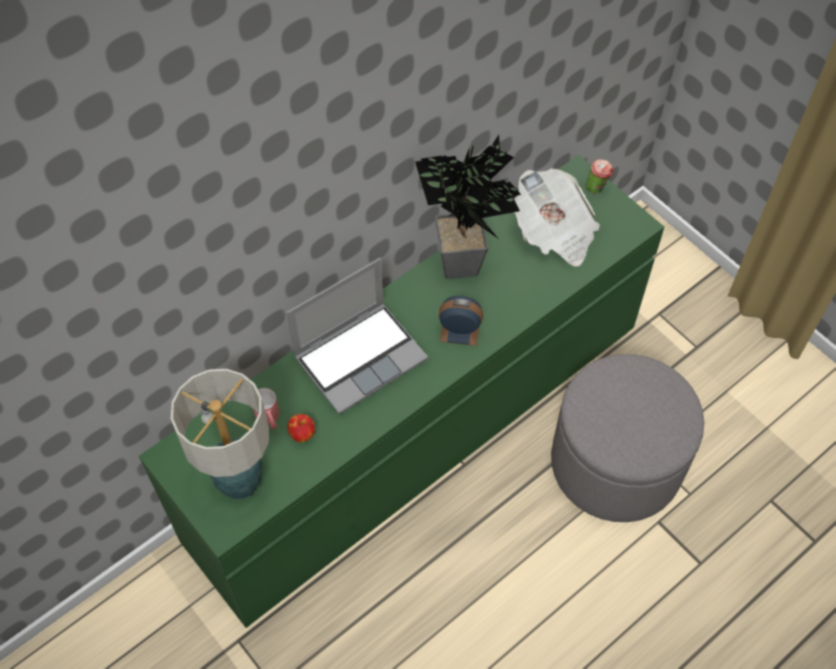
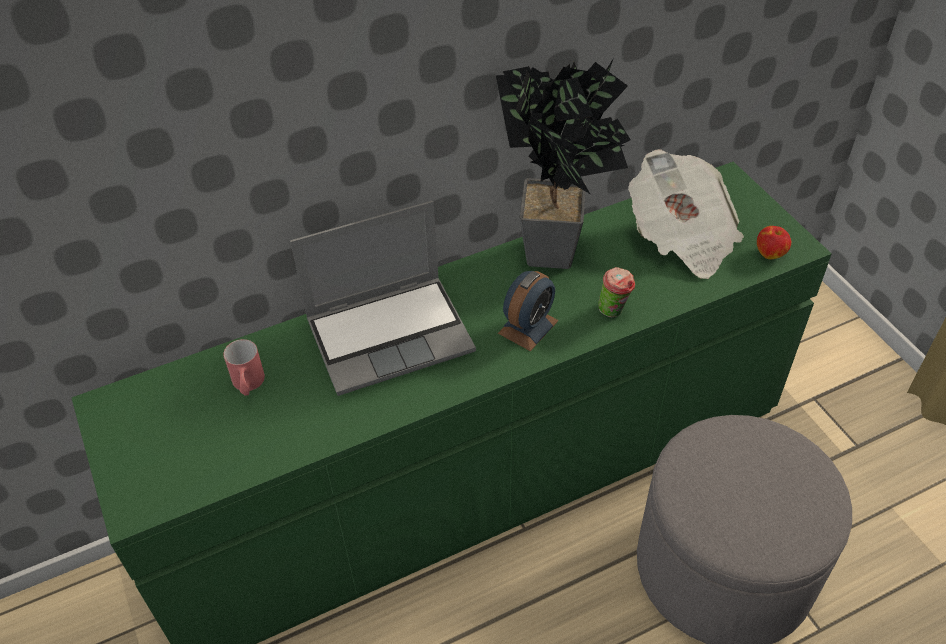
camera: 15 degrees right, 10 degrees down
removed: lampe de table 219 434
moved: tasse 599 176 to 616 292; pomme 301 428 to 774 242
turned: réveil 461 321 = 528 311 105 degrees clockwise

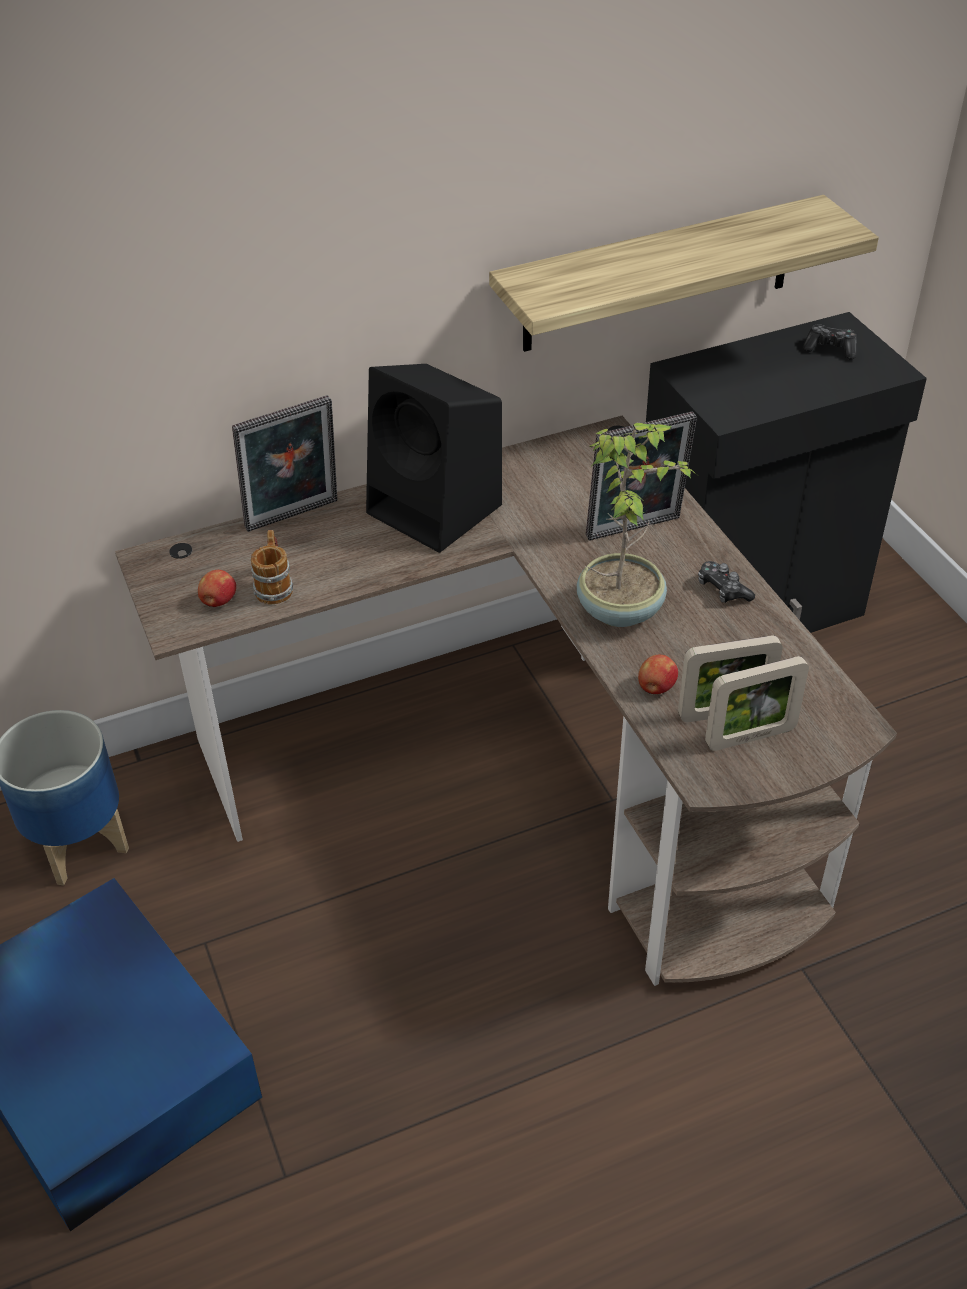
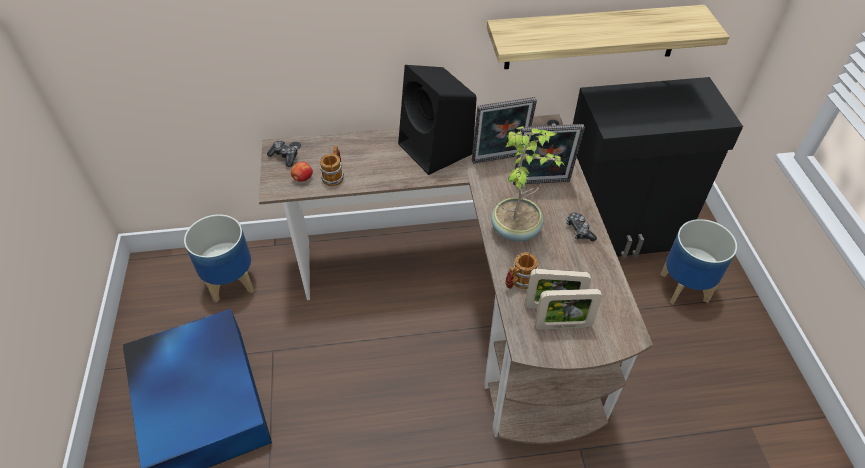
camera: 15 degrees right, 5 degrees up
added: cache-pot 698 261
moved: manette 829 342 to 282 154; cadre photo 284 463 to 504 130
replaced: pomme 658 674 to mug 521 270

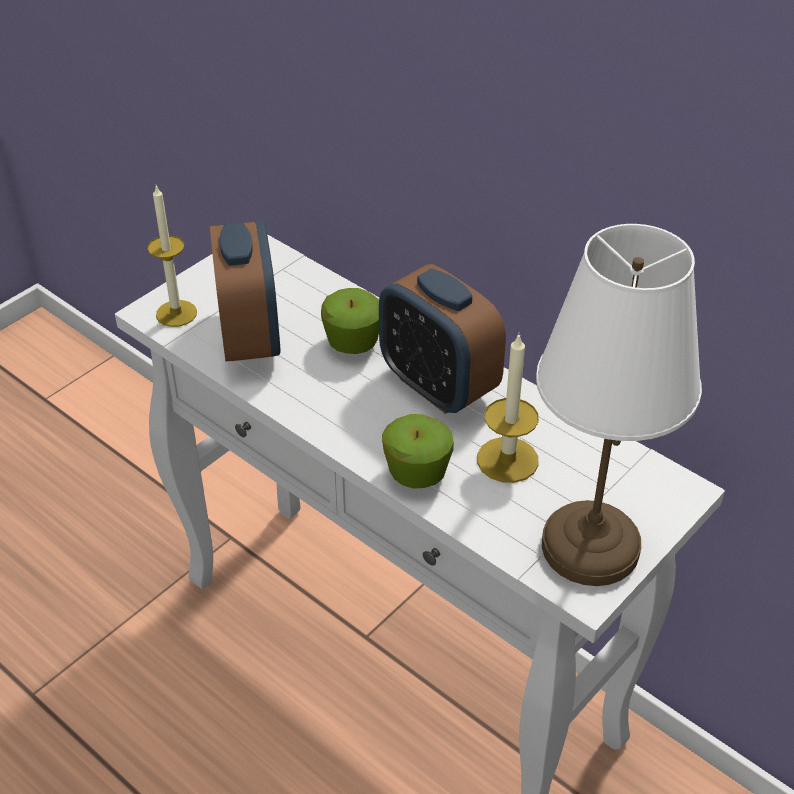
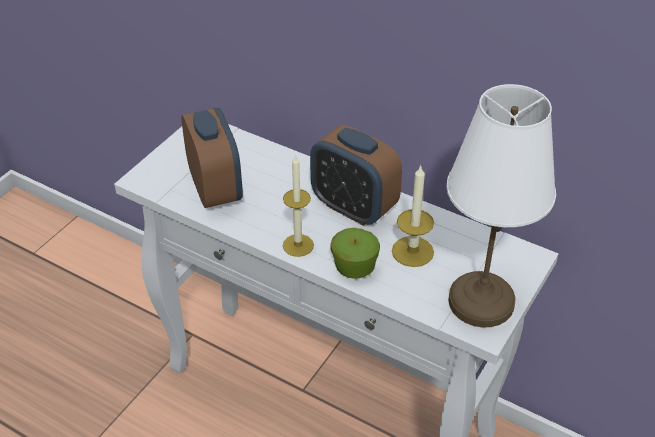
camera: 10 degrees left, 0 degrees up
removed: pomme 350 321
moved: bougie 172 256 to 298 206

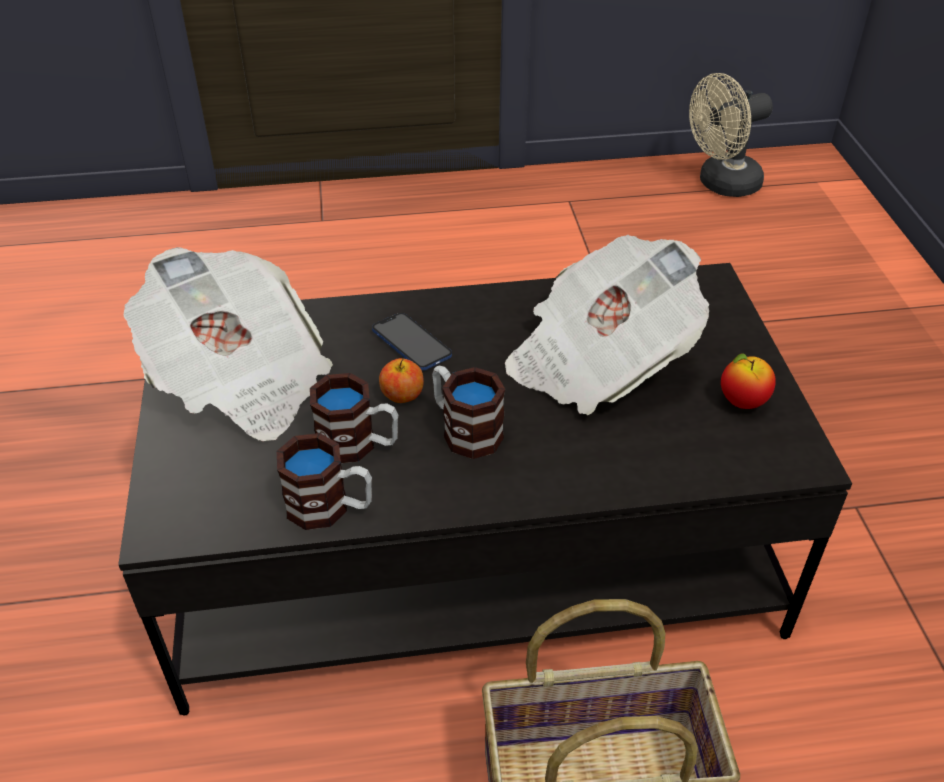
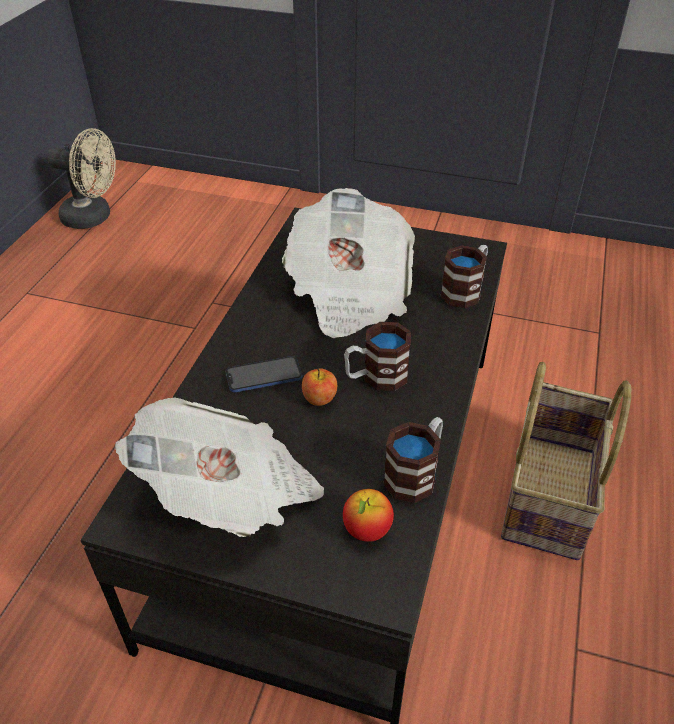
camera: 65 degrees left, 0 degrees up
moved: pomme 748 381 to 368 515; mug 354 418 to 464 276
turned: ventilateur (beige) 731 135 = 81 178 75 degrees counterclockwise

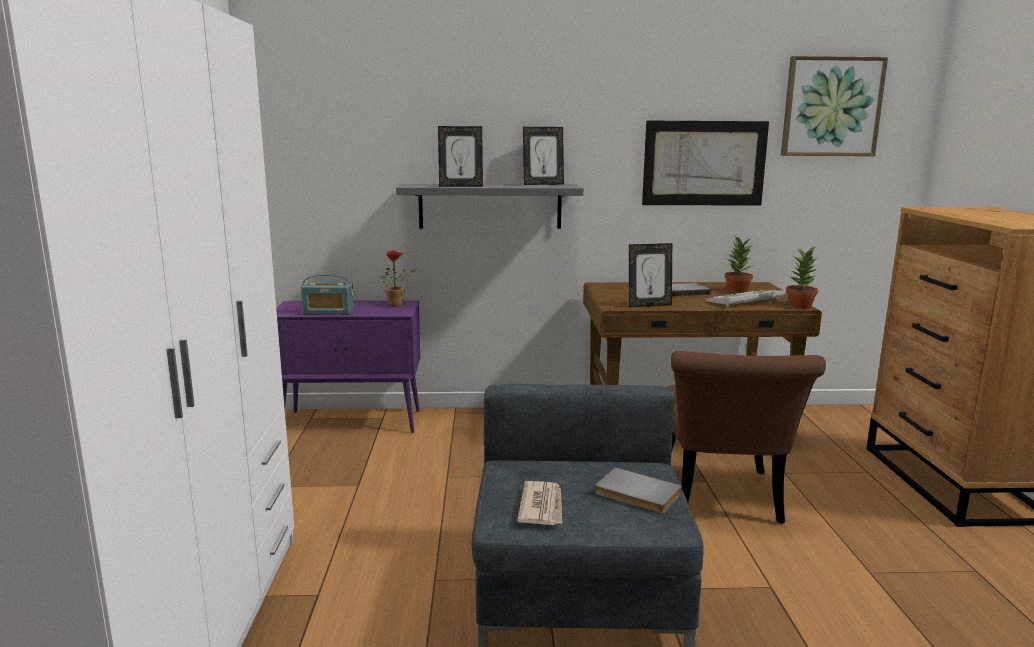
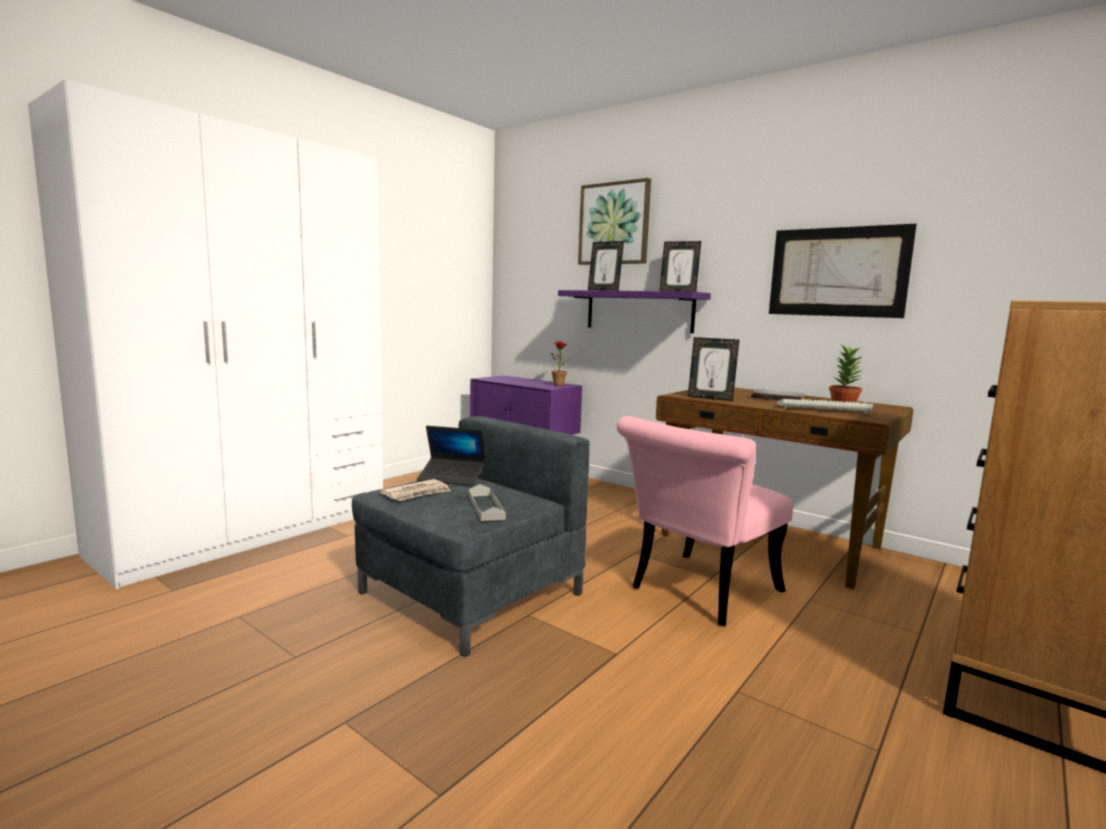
camera: 40 degrees right, 5 degrees down
removed: radio 327 294; plante en pot 802 276
added: ordinateur portable 451 456
moved: tableau 834 106 to 614 221
replaced: livre (gris) 638 490 to plateau (gris) 487 502
recoloured: étagère (gris) 490 206 to étagère (violet) 634 311; chaise (marron) 746 437 to chaise (rose) 704 521

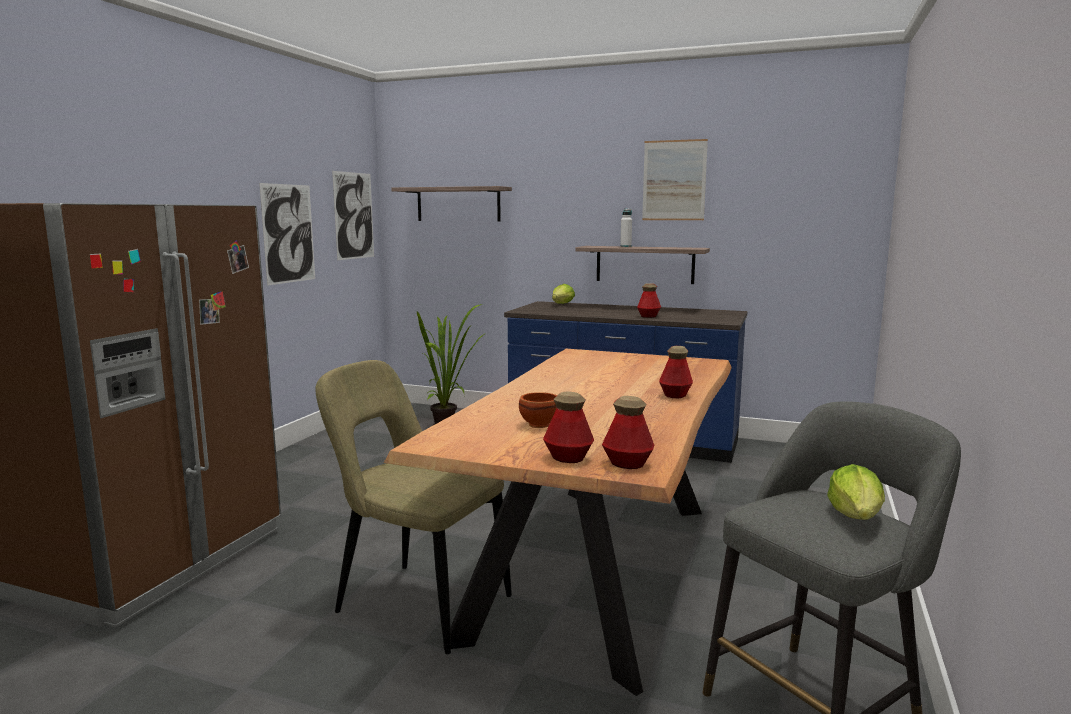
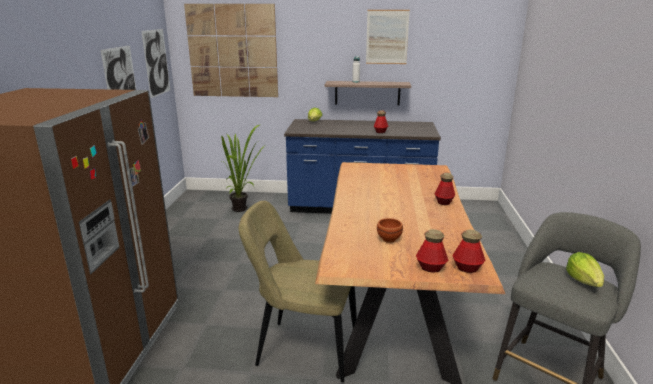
camera: 15 degrees left, 10 degrees up
replaced: étagère 451 203 to tableau 231 50

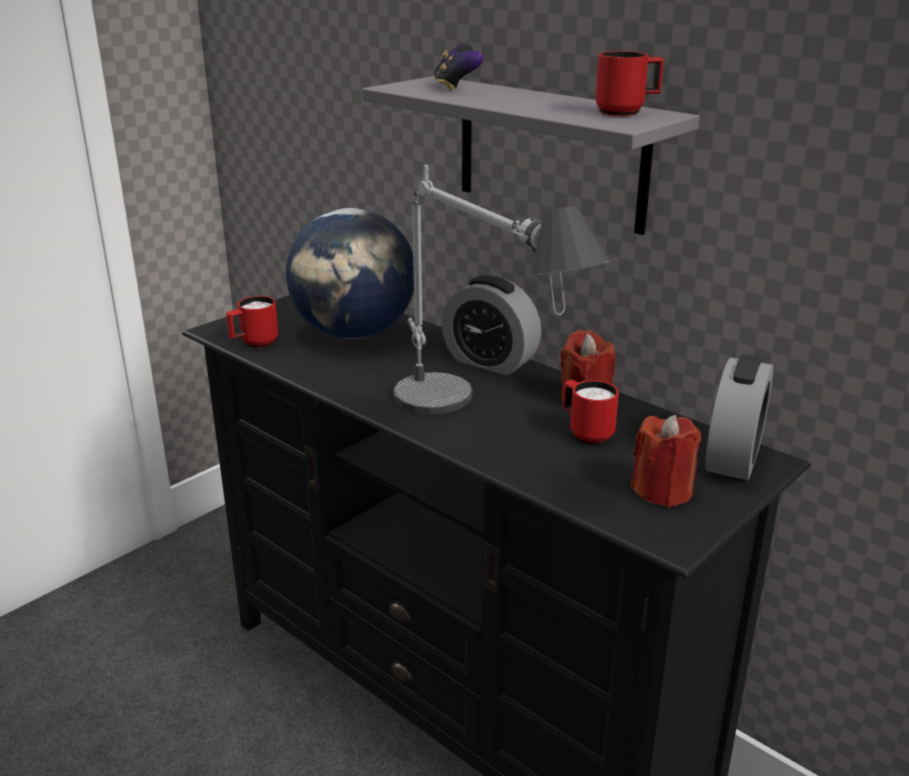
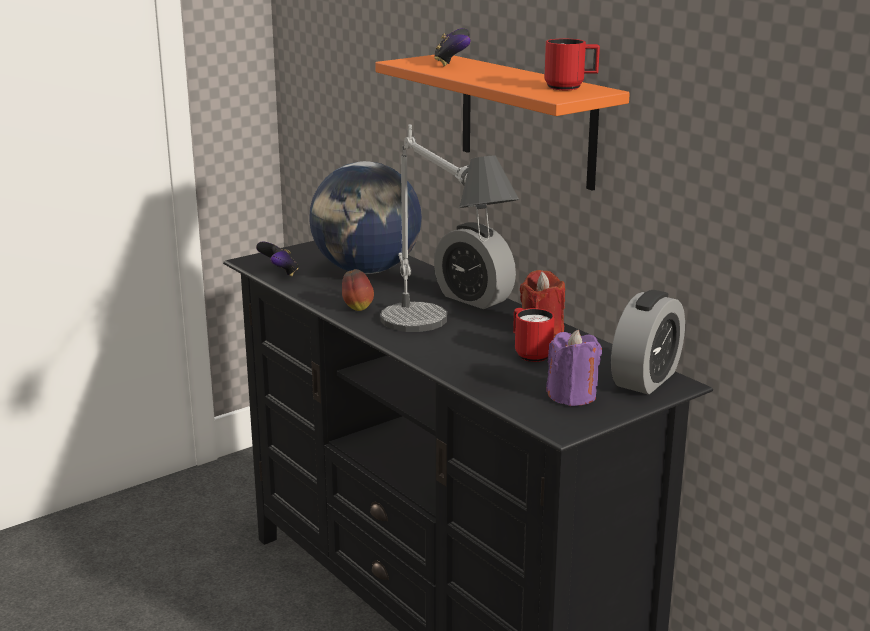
camera: 10 degrees right, 5 degrees down
added: pomme 358 290
replaced: mug (rouge) 252 322 to manette 277 259
recoloured: étagère (gris) 531 155 to étagère (orange) 502 123; bougie (rouge) 666 461 to bougie (violet) 574 368

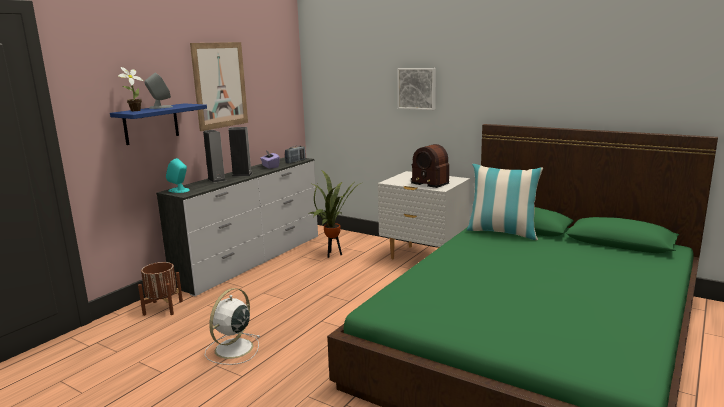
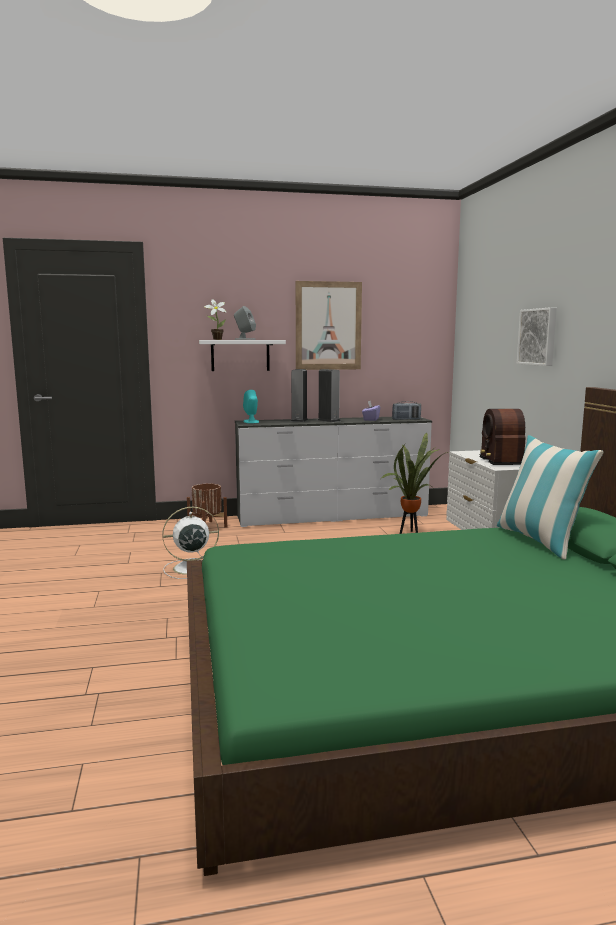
camera: 45 degrees right, 5 degrees down
recoloured: étagère (bleu) 158 124 to étagère (blanc) 242 355

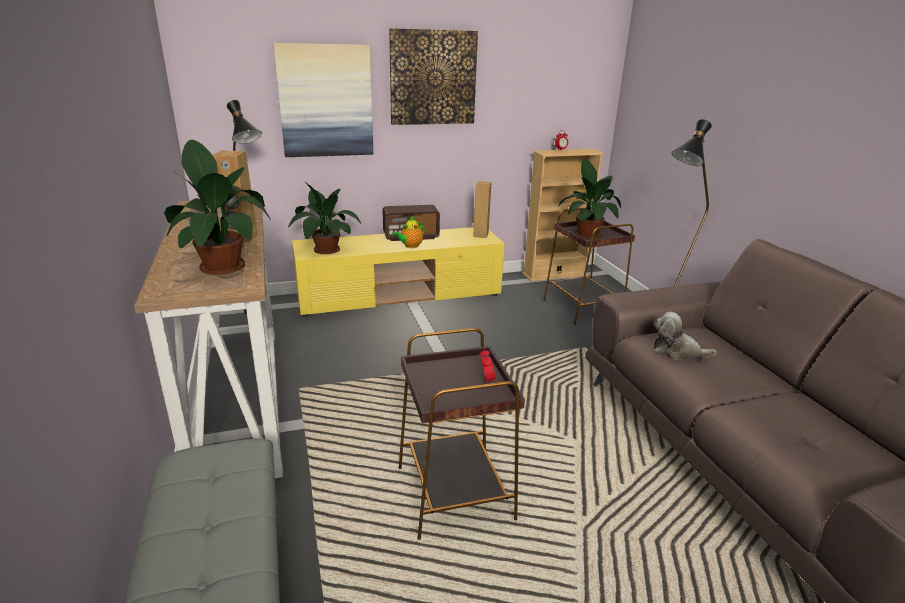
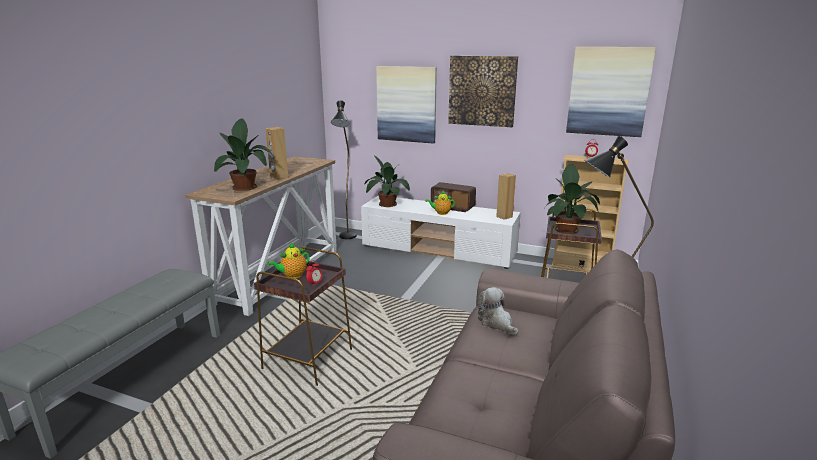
camera: 40 degrees right, 5 degrees down
added: théière 288 261; tableau 611 92
recoloured: meuble télé (jaune) 398 272 to meuble télé (blanc) 441 232

